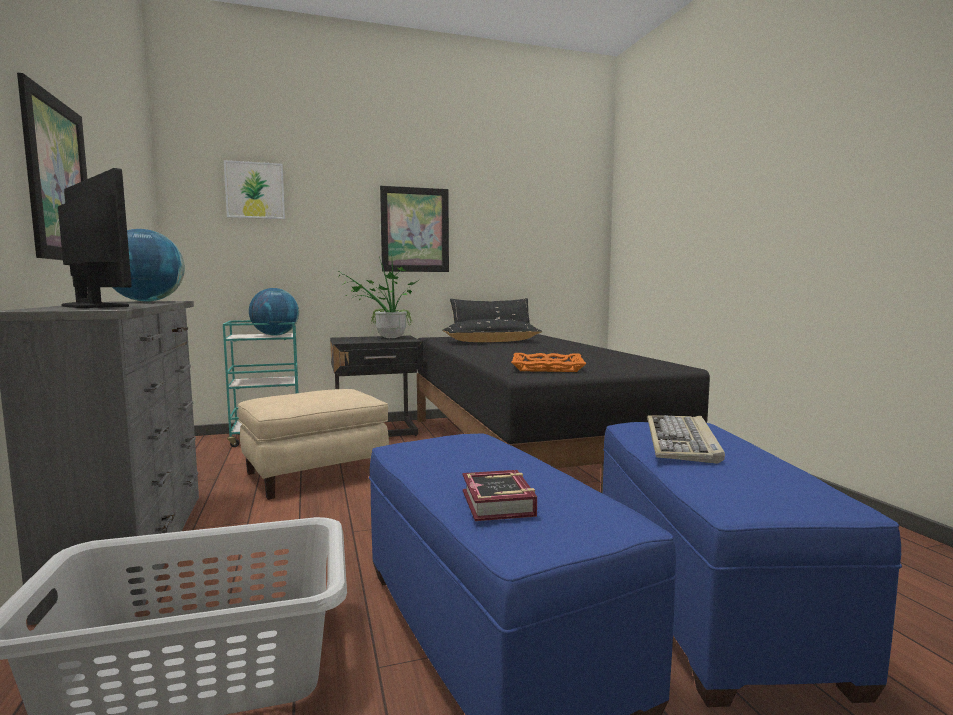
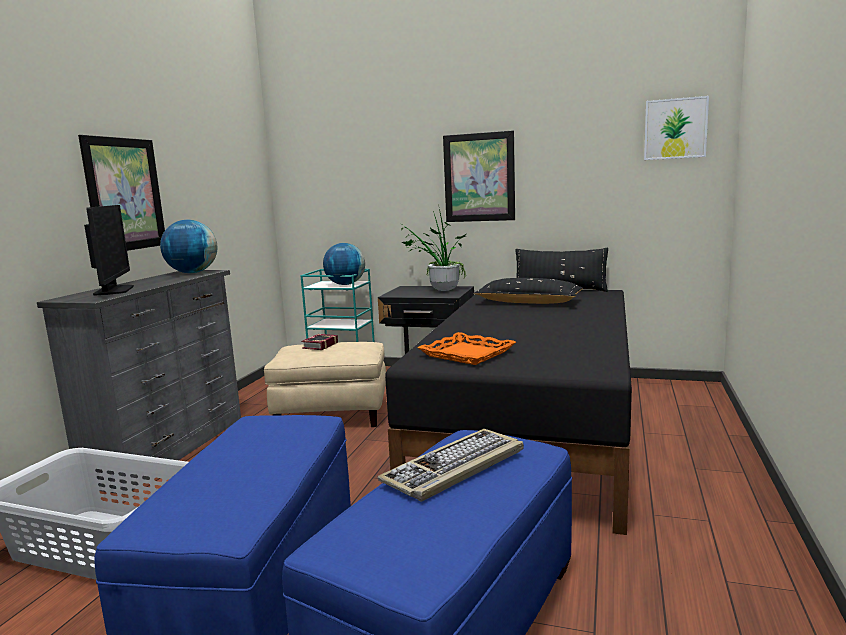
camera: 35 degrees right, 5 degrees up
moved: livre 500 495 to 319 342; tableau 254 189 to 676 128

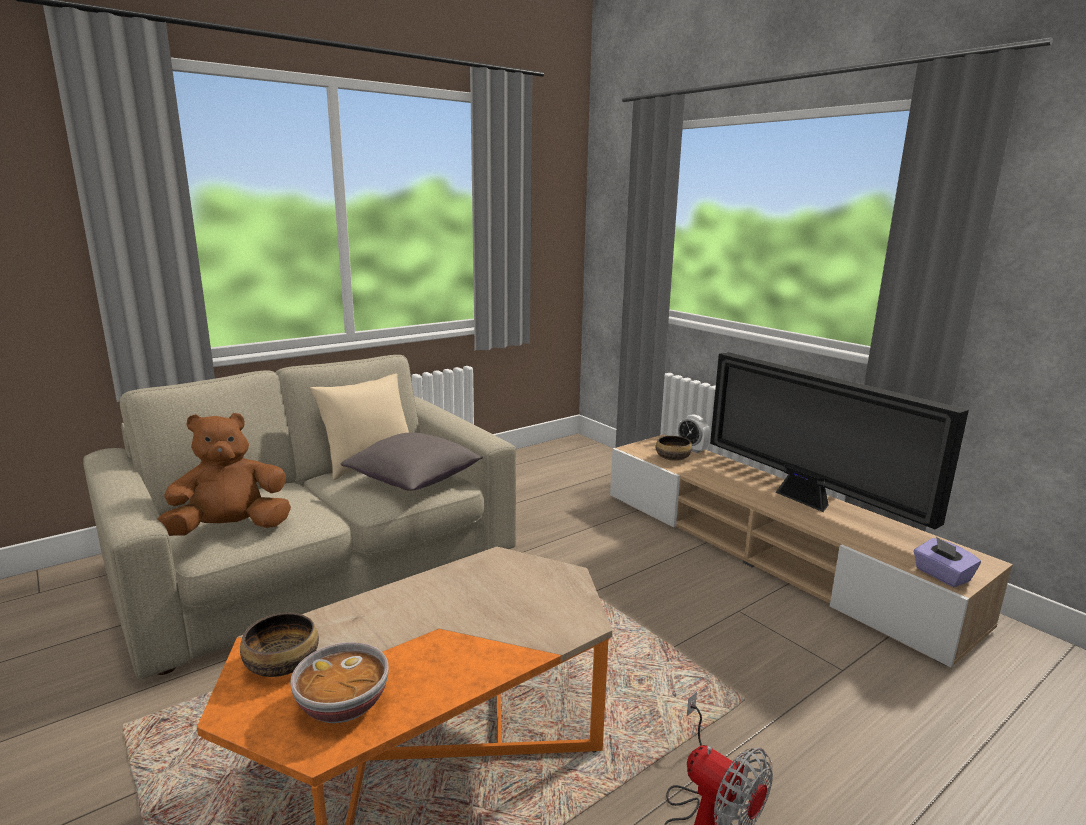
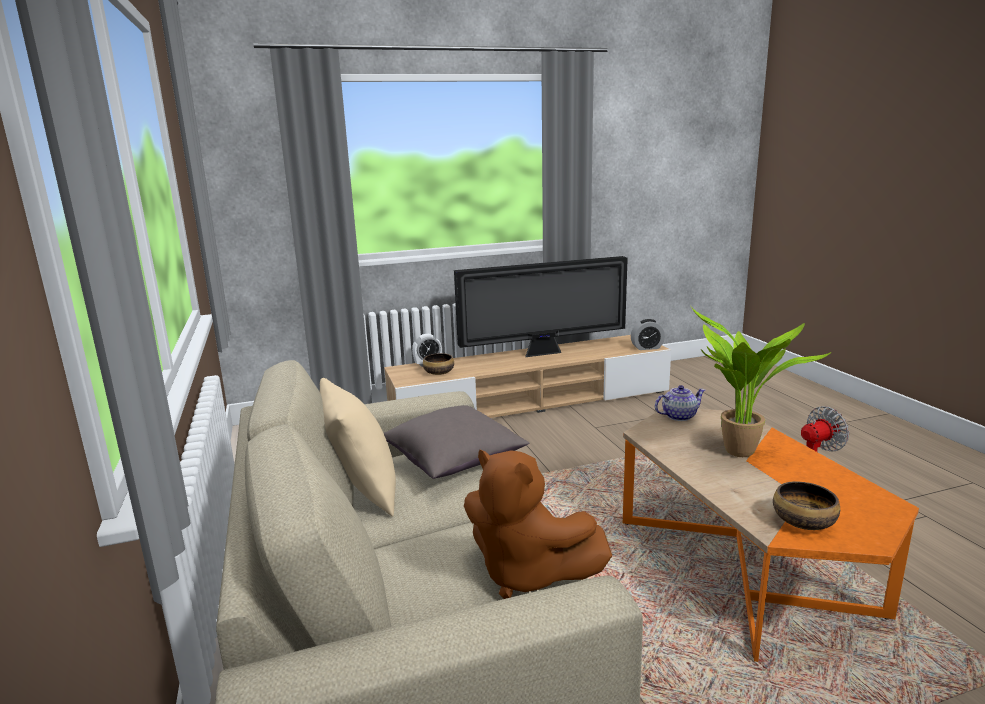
camera: 70 degrees left, 0 degrees up
removed: bol 339 682
added: théière 680 403; plante en pot 761 382
replaced: boîte à mouchoirs (violet) 947 562 to réveil 648 334
turned: peluche (marron) 224 474 = 538 524 45 degrees counterclockwise

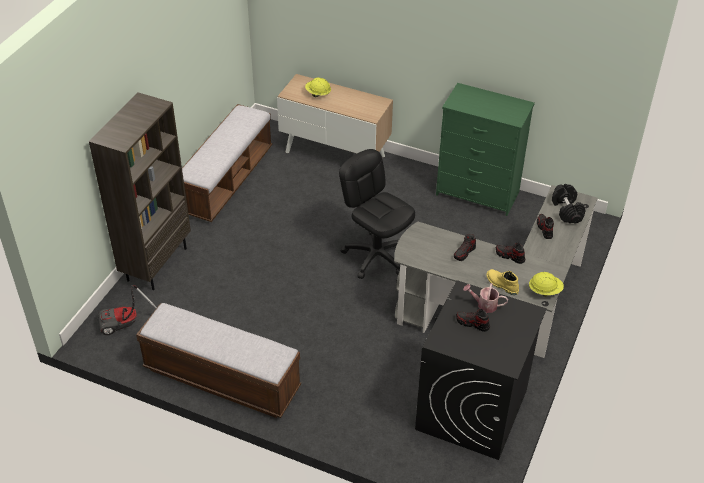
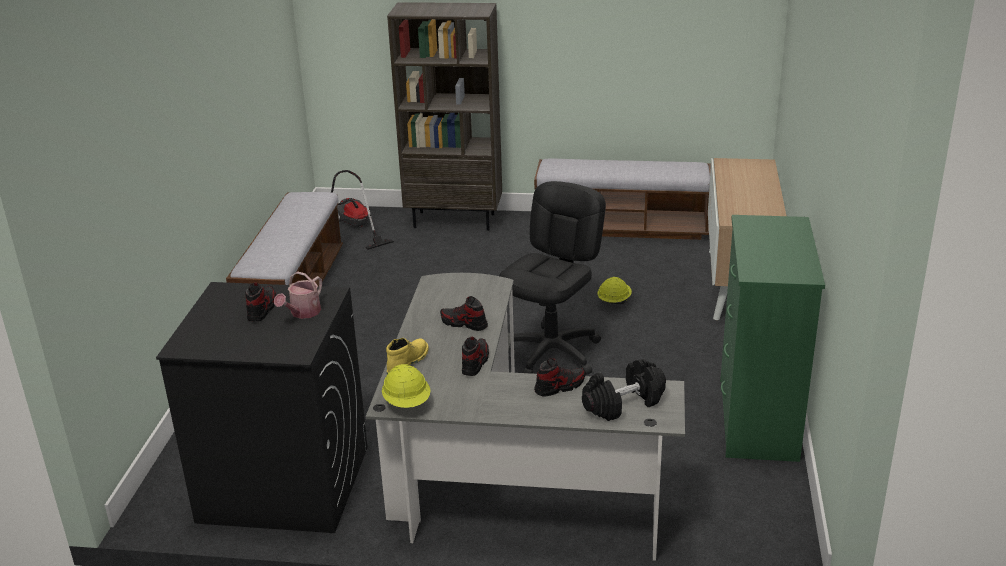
camera: 75 degrees right, 15 degrees down
moved: casque de chantier (jaune) 318 87 to 615 290
turned: arrosoir 485 298 = 298 295 150 degrees counterclockwise

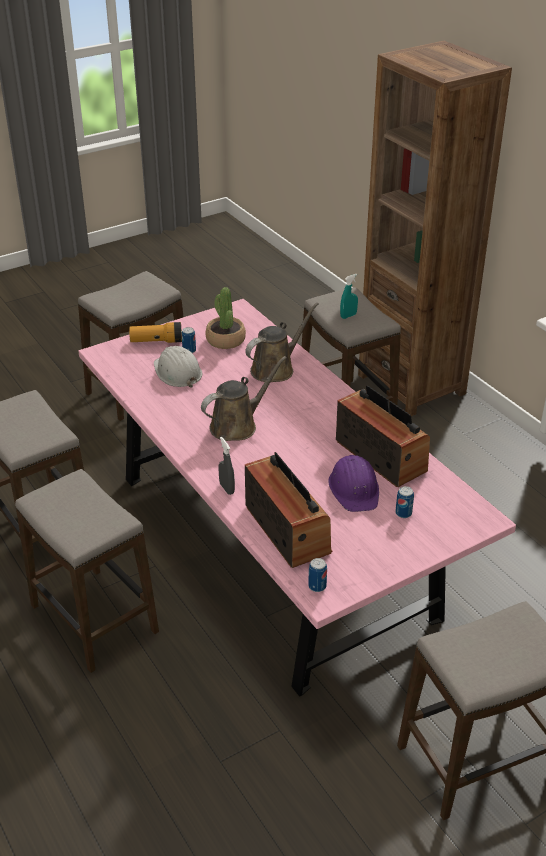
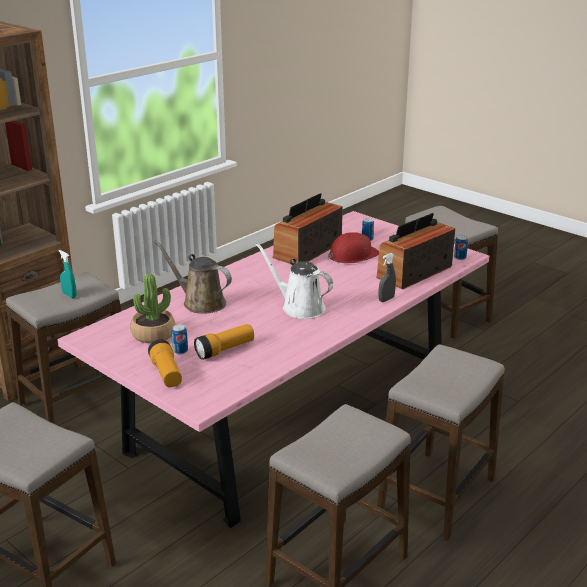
camera: 105 degrees left, 10 degrees down
replaced: casque de chantier (blanc) 178 367 to lampe de poche 224 342
recoloured: arrosoir (marron) 244 398 to arrosoir (blanc) 294 281; casque de chantier (violet) 354 483 to casque de chantier (rouge) 353 247

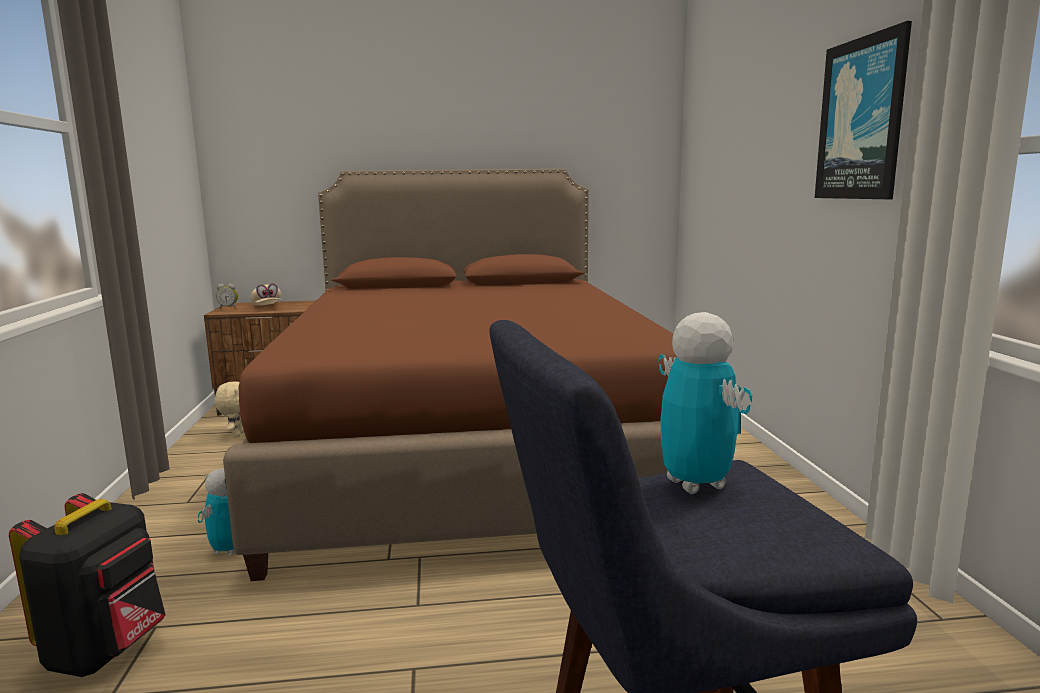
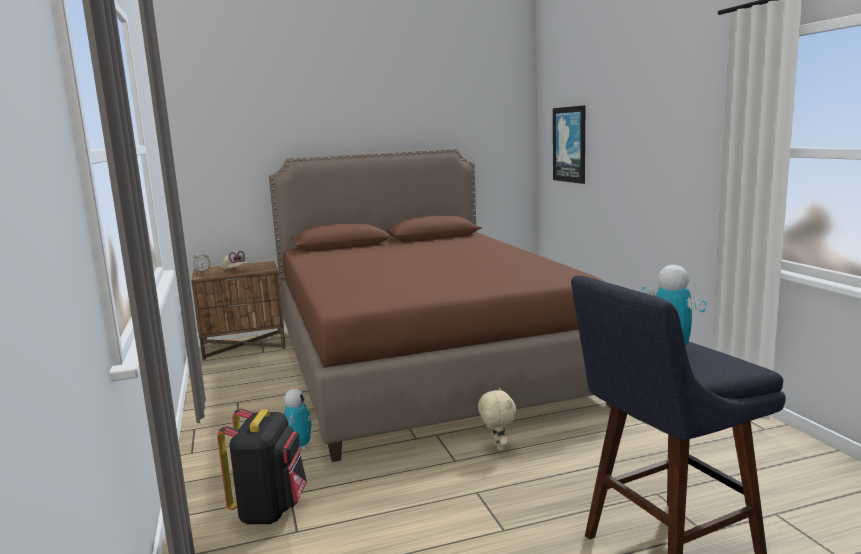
camera: 10 degrees left, 0 degrees up
moved: peluche (beige) 229 409 to 497 419; tableau 863 110 to 569 144

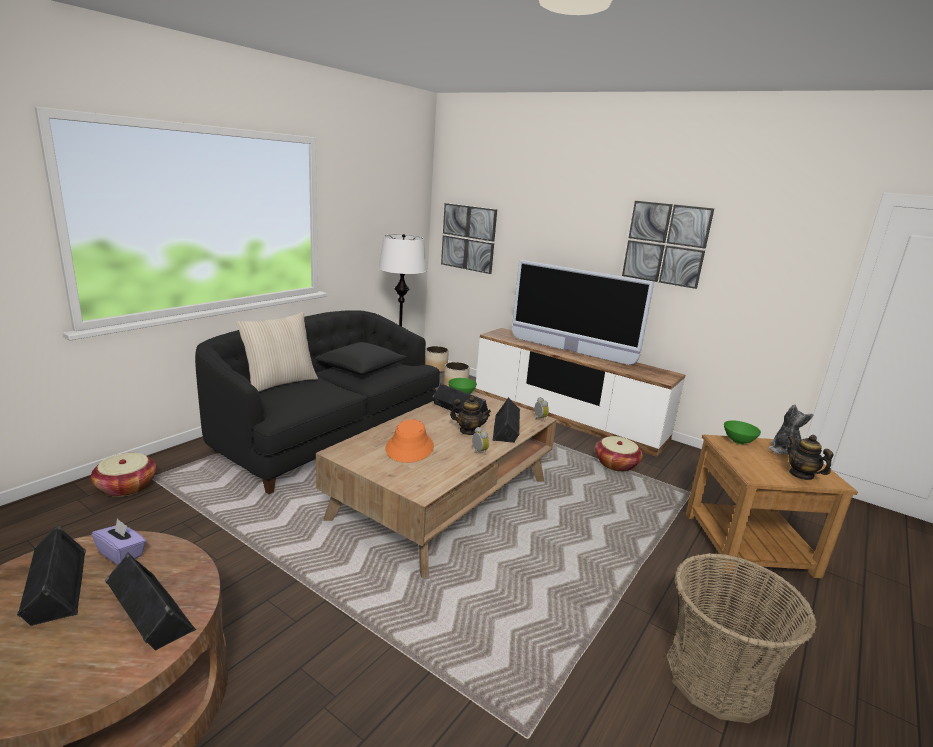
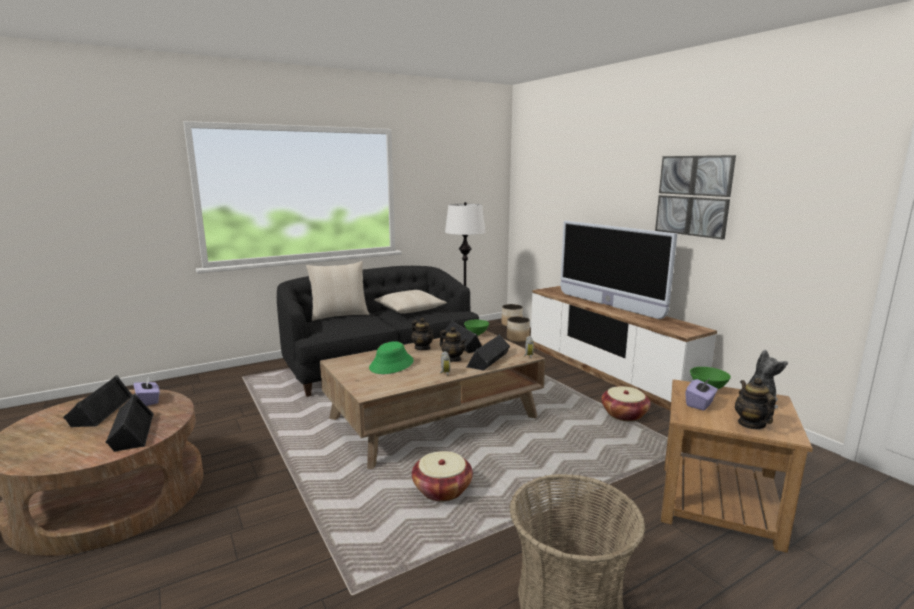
camera: 25 degrees right, 5 degrees down
removed: tableau 469 238
added: théière 422 334; boîte à mouchoirs (violet) 702 394
moved: panier 124 475 to 442 476
recoloured: chapeau (orange) 409 441 to chapeau (vert) 391 357; coussin (noir) 361 358 to coussin (beige) 411 302

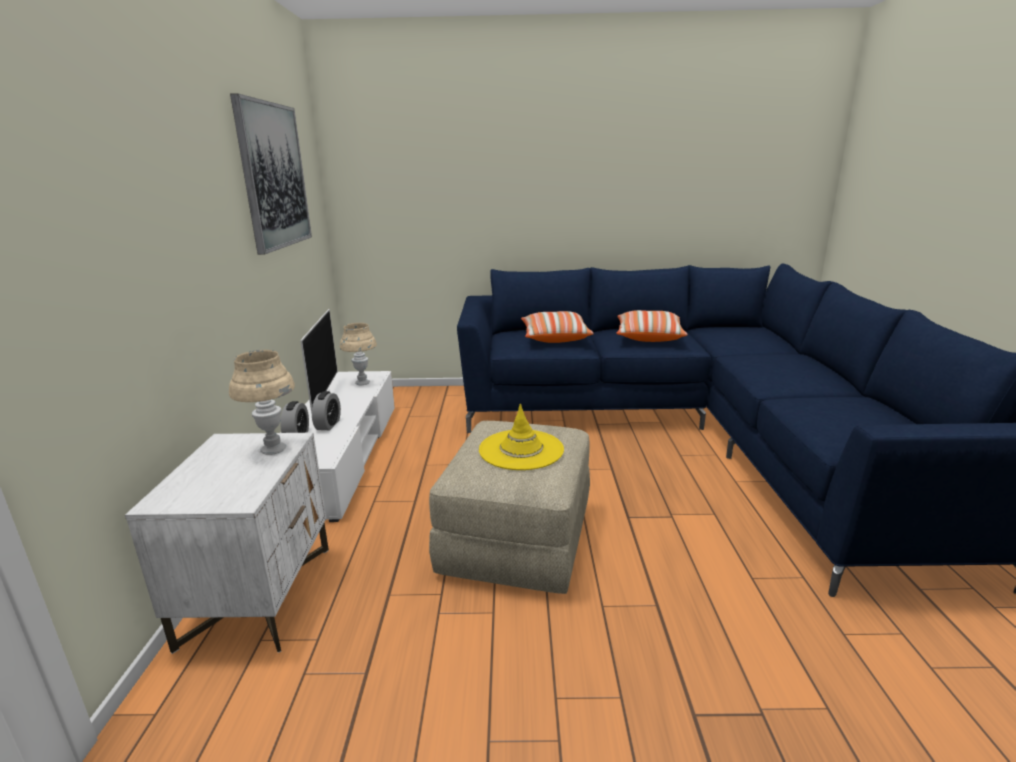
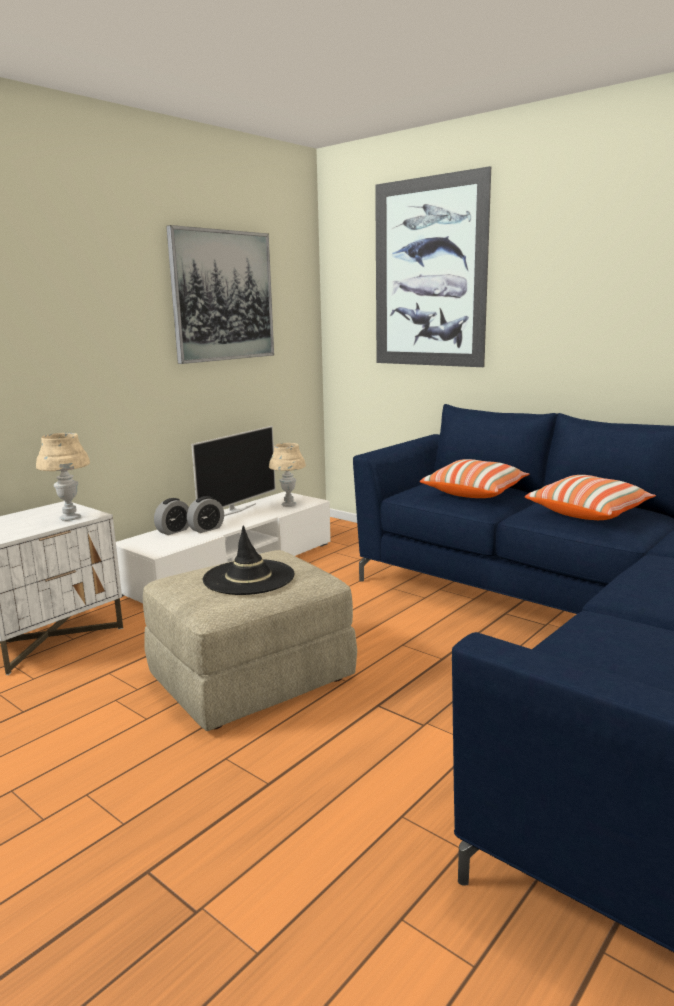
camera: 40 degrees right, 5 degrees down
added: tableau 433 266
recoloured: chapeau (jaune) 521 437 to chapeau (noir) 249 560

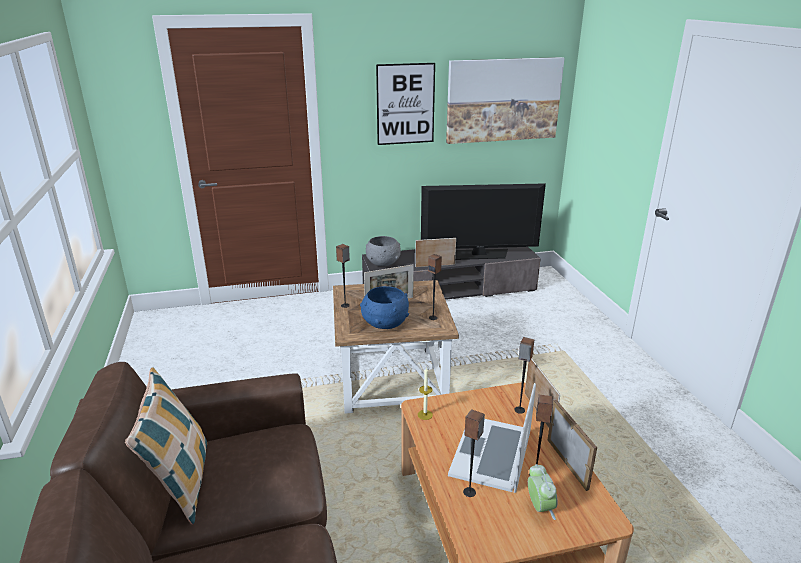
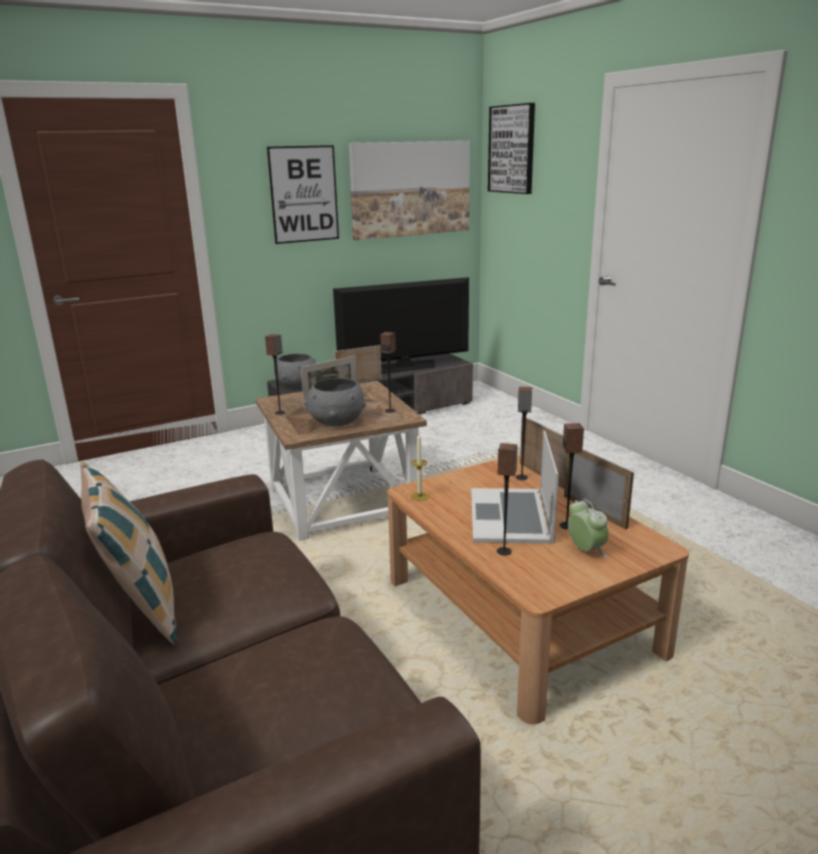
camera: 15 degrees left, 5 degrees down
added: tableau 511 148
recoloured: bol (bleu) 384 307 to bol (gris) 335 402

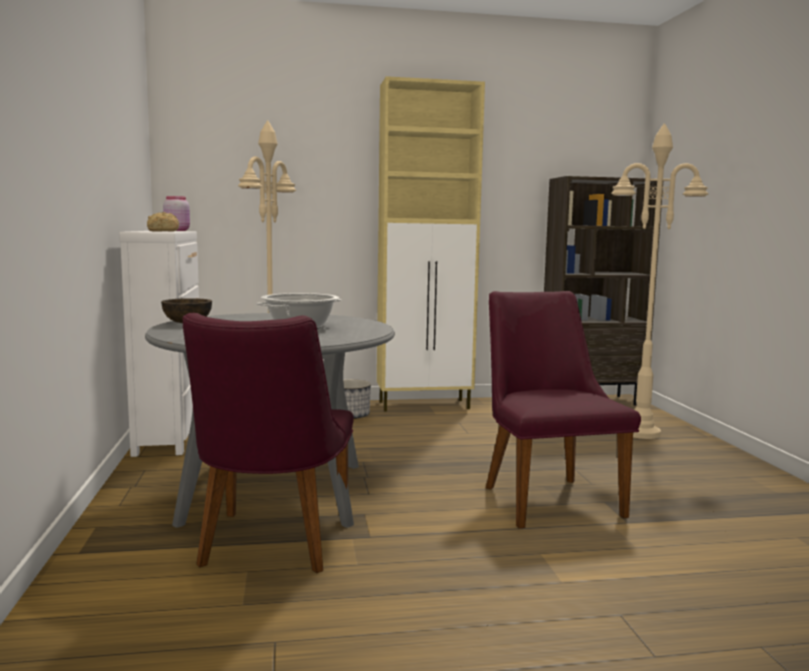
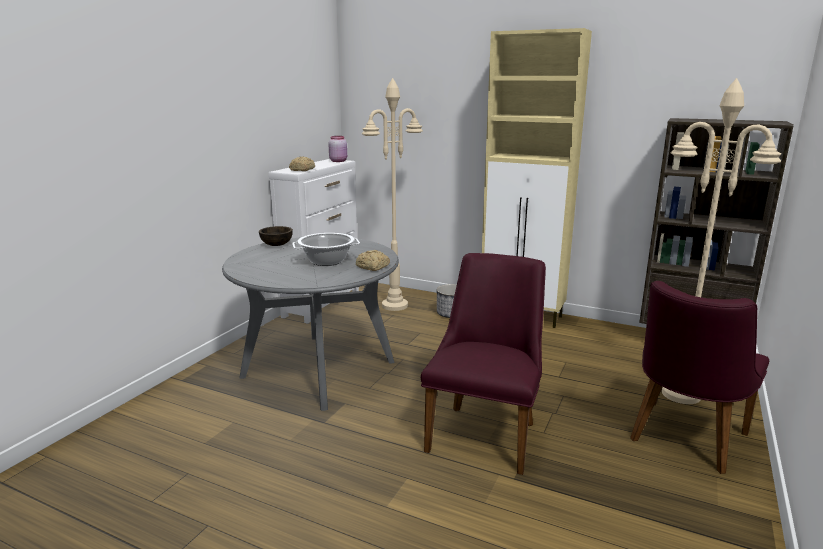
camera: 35 degrees right, 10 degrees up
added: pain 373 260
moved: chaise (violet) 268 443 to 699 377

